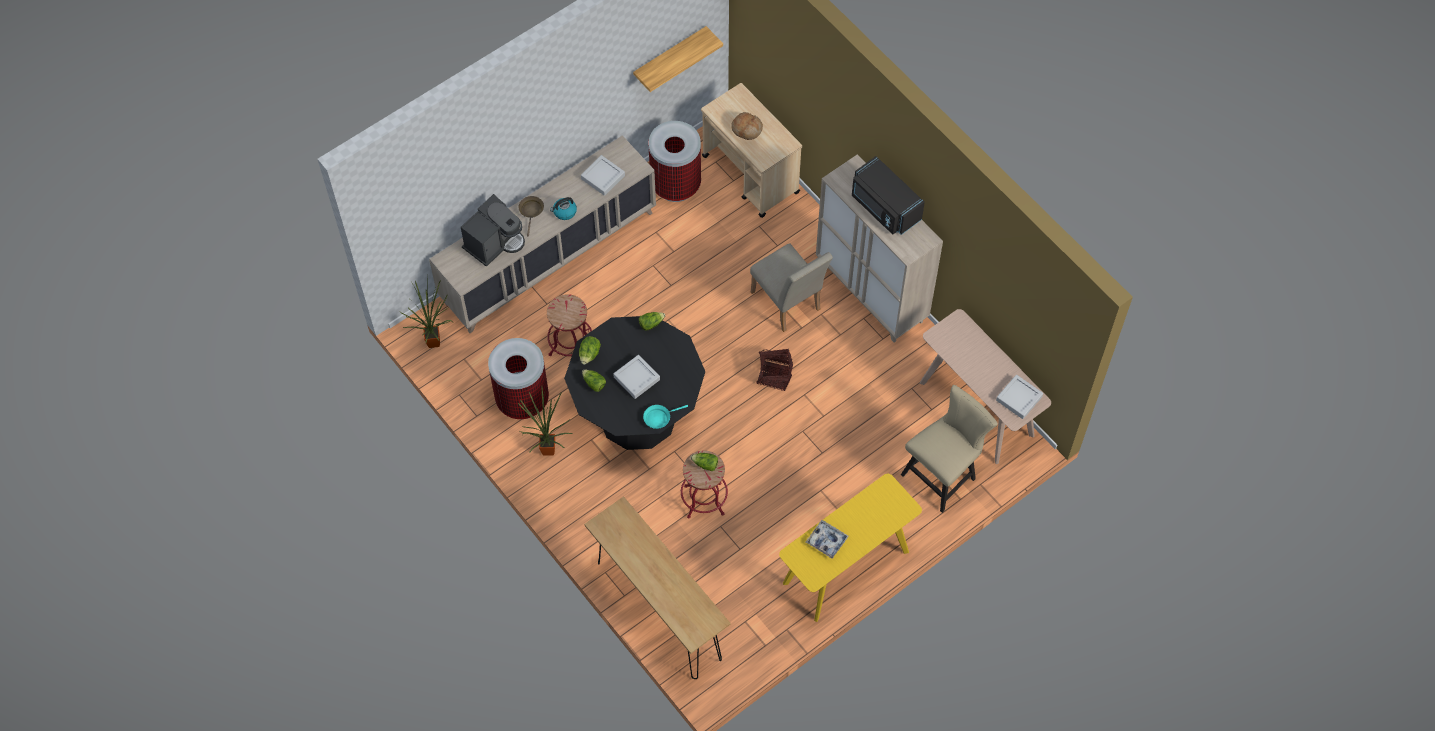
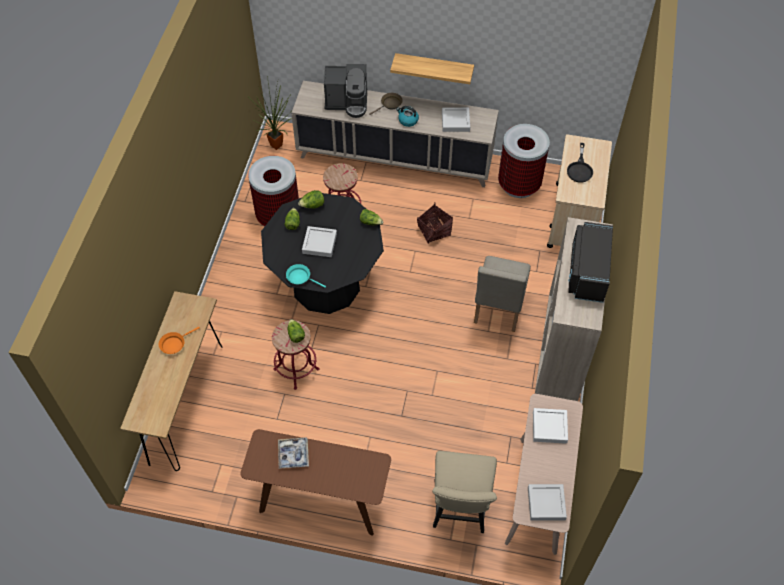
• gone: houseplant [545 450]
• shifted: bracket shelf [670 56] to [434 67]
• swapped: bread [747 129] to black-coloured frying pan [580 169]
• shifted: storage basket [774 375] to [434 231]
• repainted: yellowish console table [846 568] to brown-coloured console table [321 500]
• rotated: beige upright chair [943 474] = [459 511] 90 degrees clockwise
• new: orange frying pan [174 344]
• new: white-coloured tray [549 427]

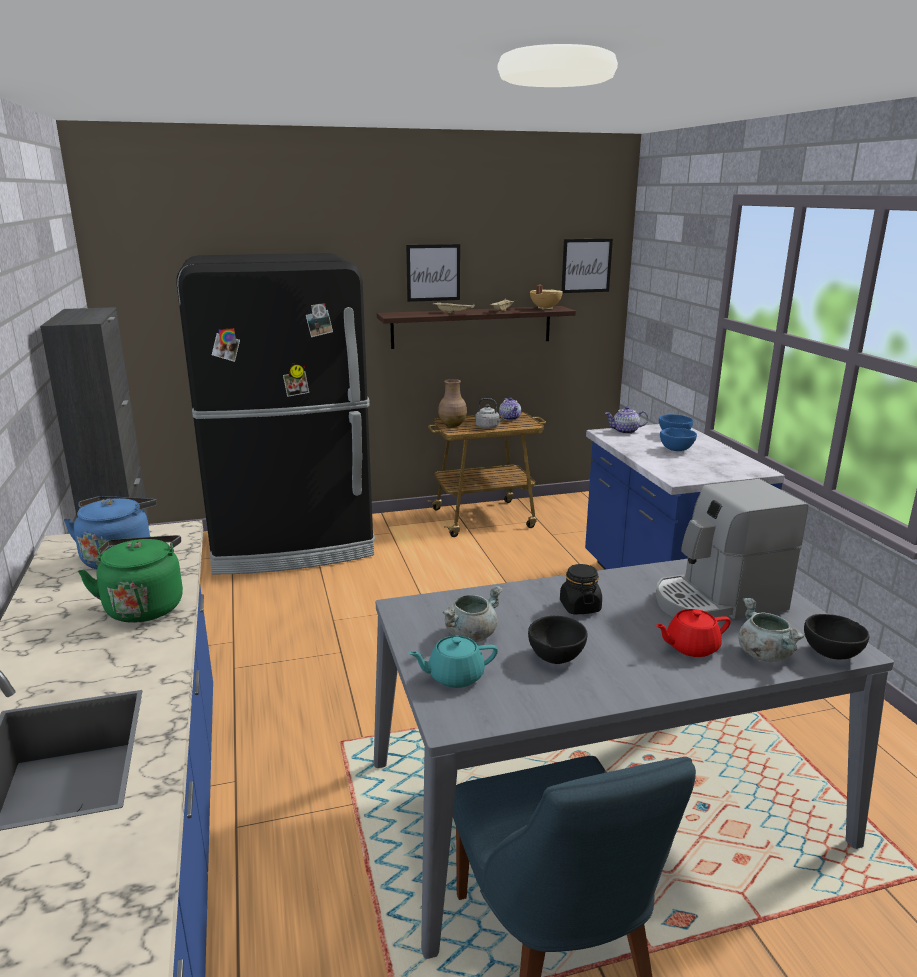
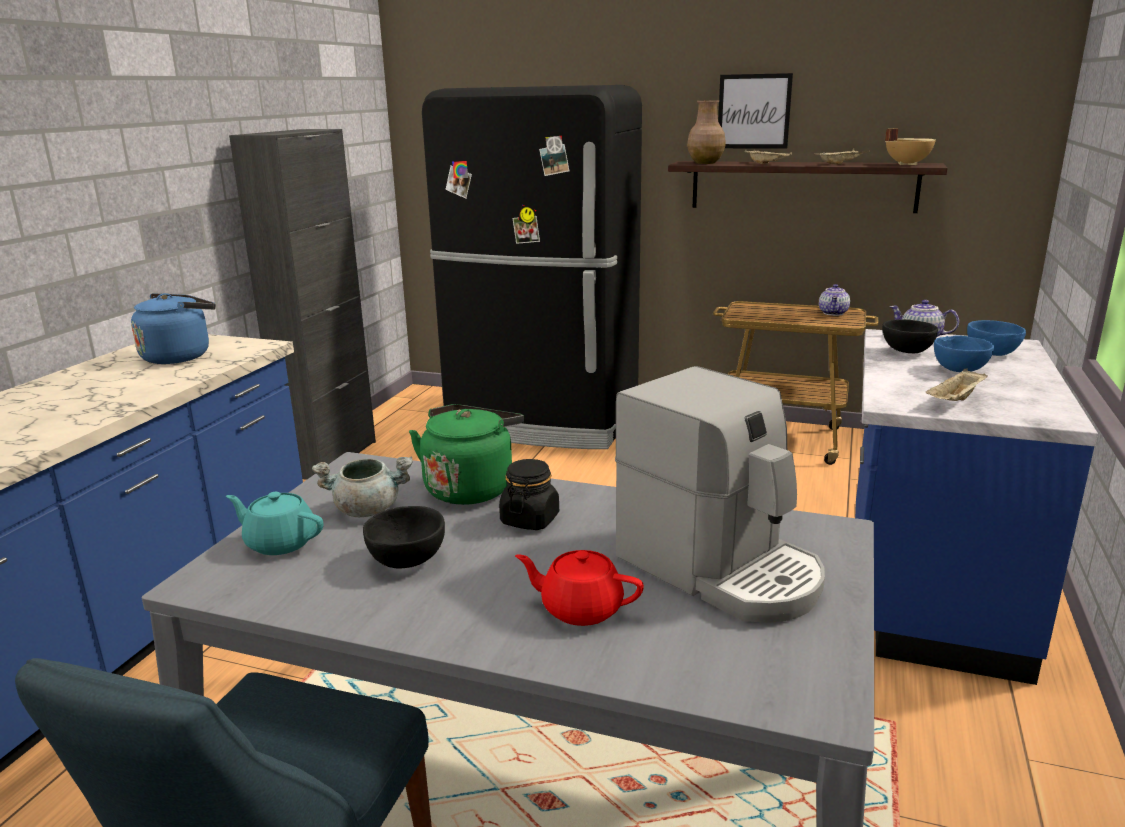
• shifted: green-coloured water kettle [144 606] to [471 487]
• shifted: brown-coloured flower vase [452 424] to [704 163]
• gone: greyish water kettle [488 427]
• gone: wall picture [586 265]
• rotated: coffee maker [718 601] = [721 569] 150 degrees counterclockwise
• gone: greyish stockpot [763 654]
• shifted: black-coloured bowl [832 654] to [907 352]
• new: beige tray [955 401]

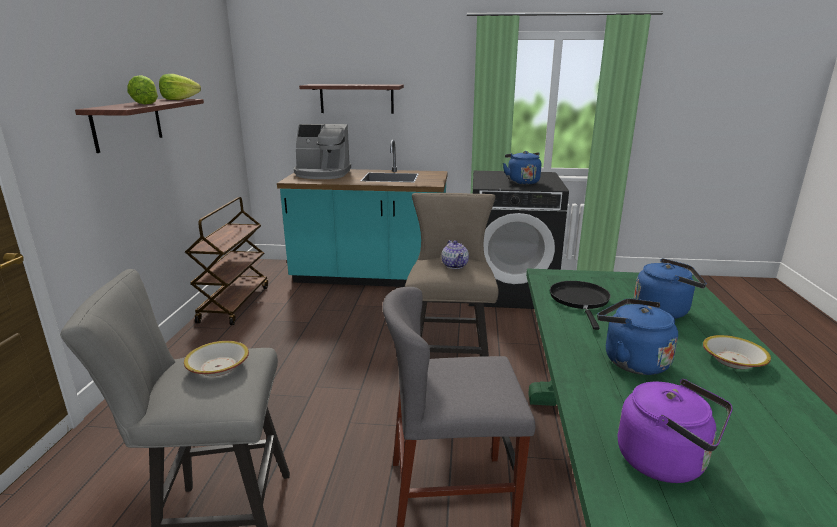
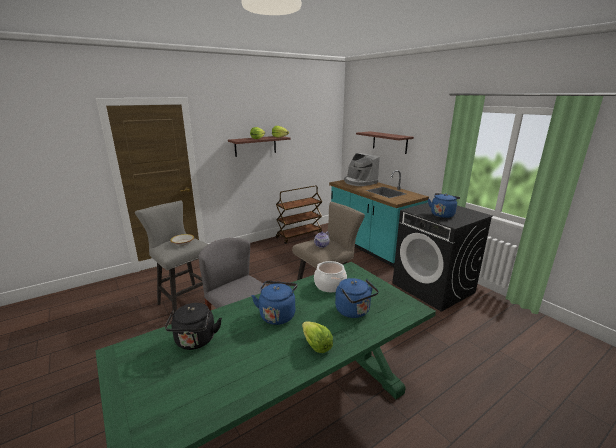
• swapped: black-coloured frying pan [580 301] to stockpot [330 285]
• repainted: purple water kettle [666 462] to black-coloured water kettle [195 341]
• swapped: bowl [734 360] to lettuce head [316 345]

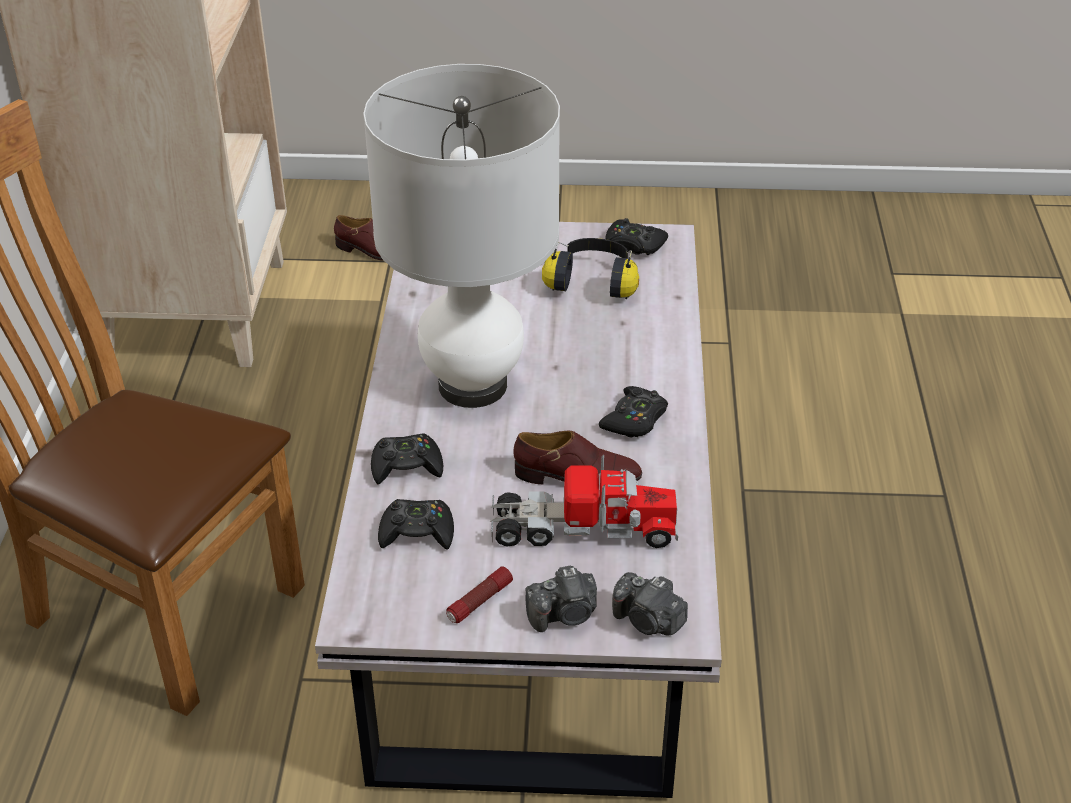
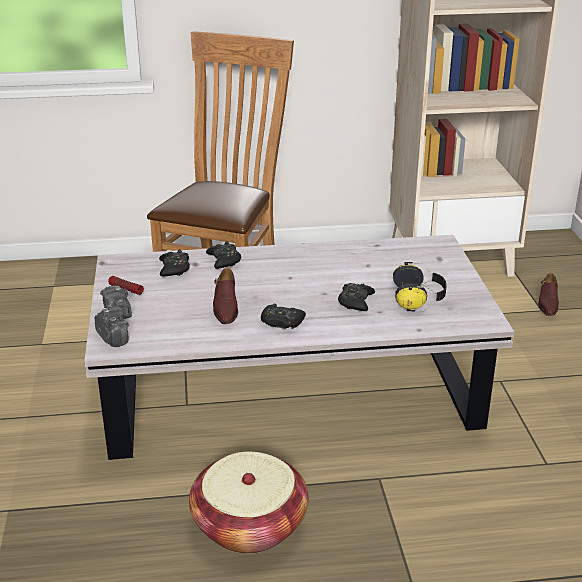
• gone: white-coloured lamp for a table [472 385]
• gone: toy lorry [583 529]
• shifted: black-coloured joypad [634 244] to [355 301]
• rotated: photo camera [648 621] = [112 337] 120 degrees clockwise
• new: storage basket [249 525]

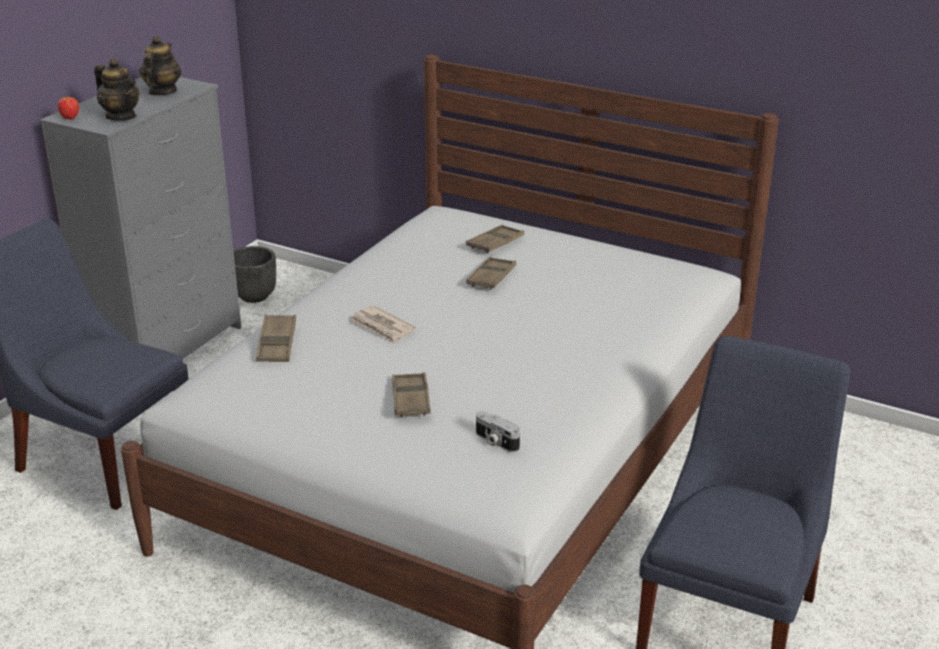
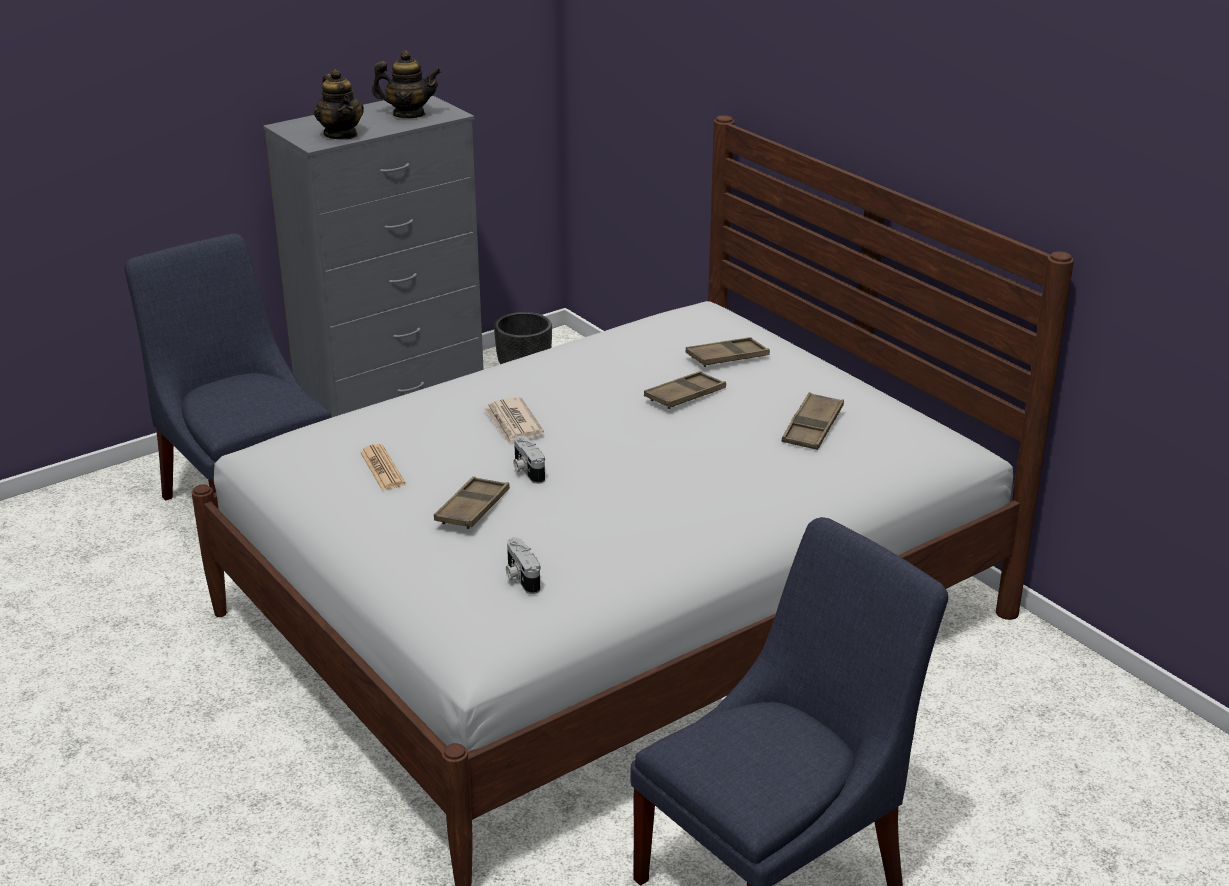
• gone: whole apple [70 118]
• rotated: teapot [162 92] = [409 115] 60 degrees clockwise
• shifted: brown-coloured tray [277 343] to [812 427]
• new: printed paper [382 468]
• new: photo camera [526 470]

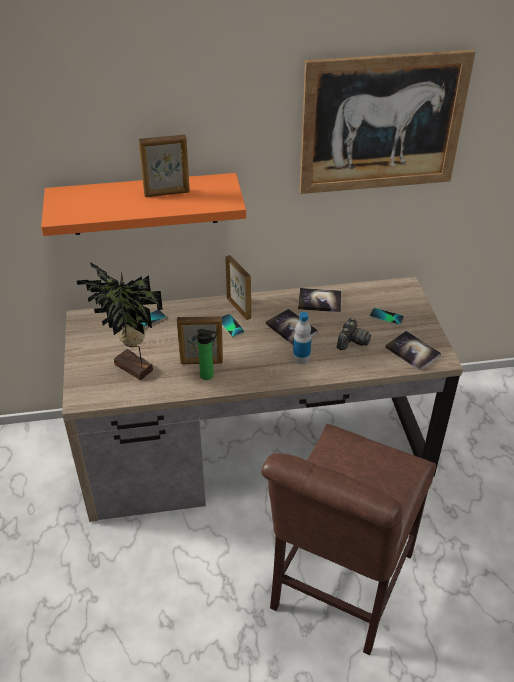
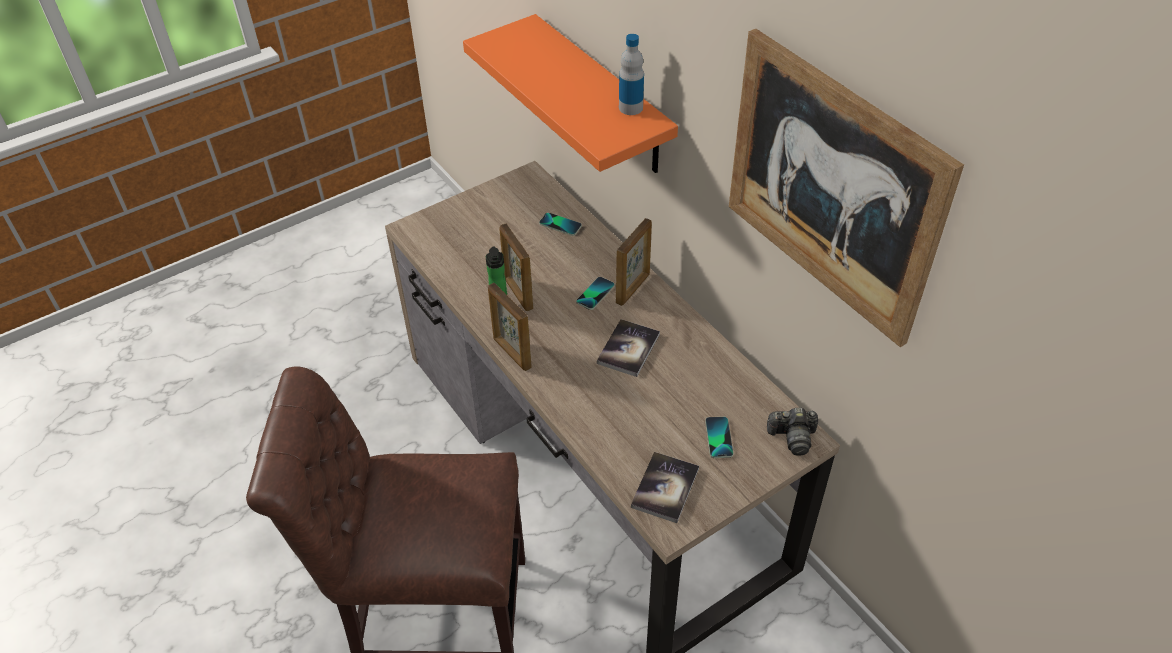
• gone: houseplant [132 369]
• shifted: picture frame [167 194] to [511 353]
• shifted: beverage bottle [301 358] to [630 108]
• gone: book [319 301]
• shifted: photo camera [351 341] to [792 437]

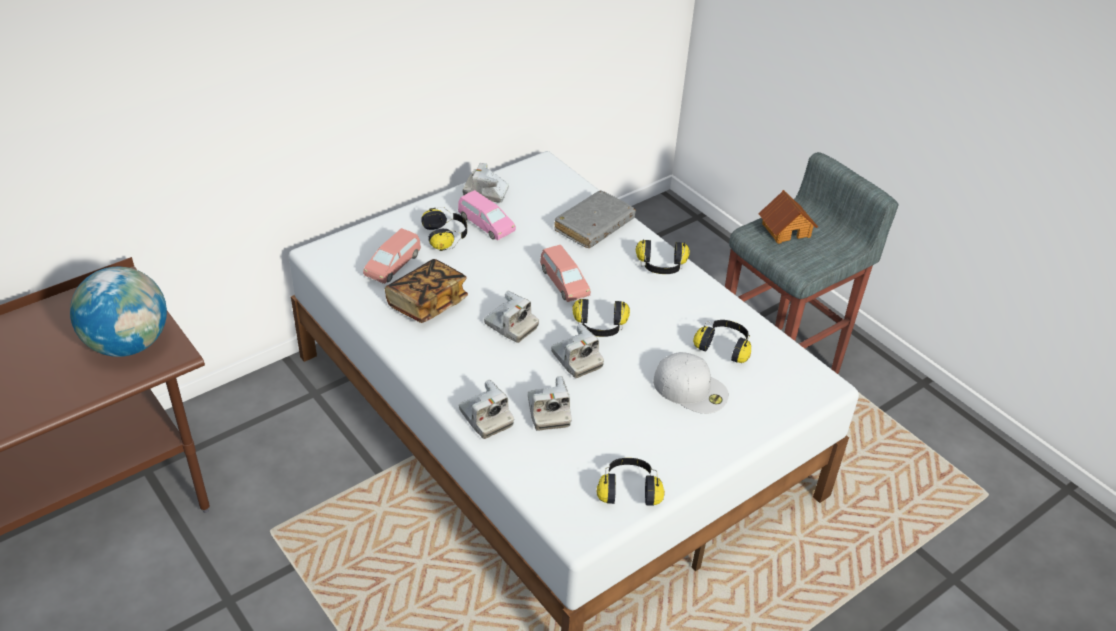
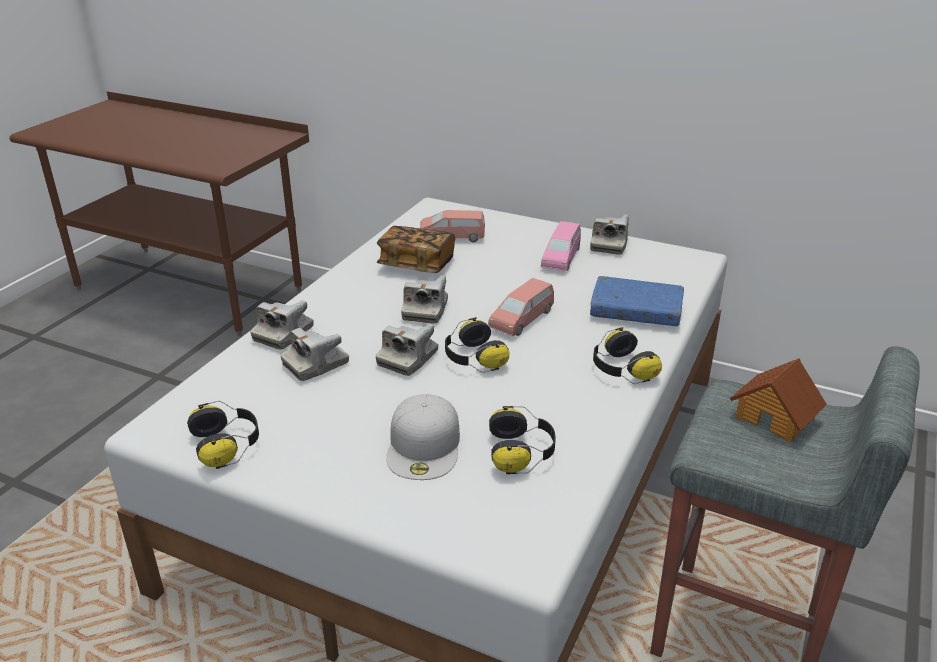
• gone: world globe [129 344]
• gone: headphones [446 236]
• rotated: photo camera [486 192] = [609 244] 150 degrees counterclockwise
• repainted: greyish book [594 226] to blue book [636 311]

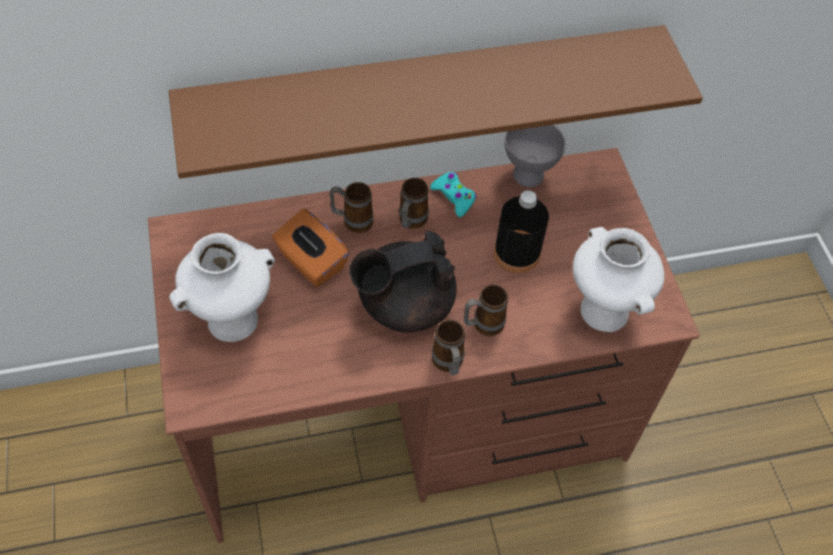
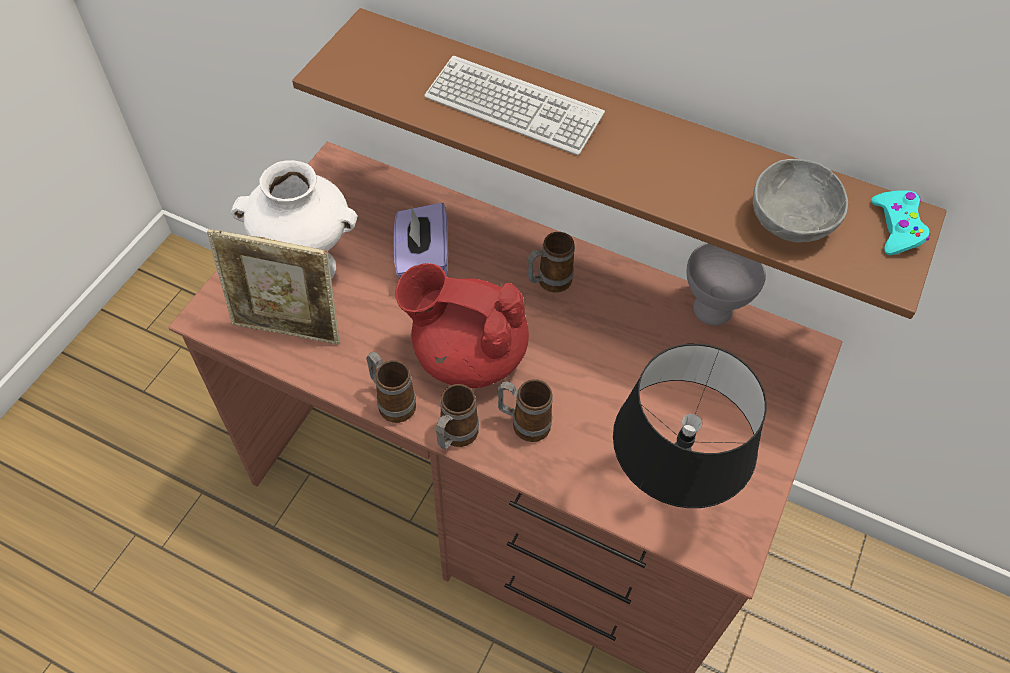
• repainted: orange tissue box [311 262] to purple tissue box [422 261]
• shifted: coffee mug [352 221] to [392 401]
• repainted: black-coloured teapot [404 305] to reddish teapot [467 353]
• shifted: blue-green joypad [454 197] to [897 227]
• gone: black-coloured beverage bottle [517 253]
• swapped: white-coloured flower vase [602 310] to black-coloured lamp for a table [663 494]
• new: picture frame [288 329]
• new: keyboard [513 108]
• new: greyish bowl [792 221]

